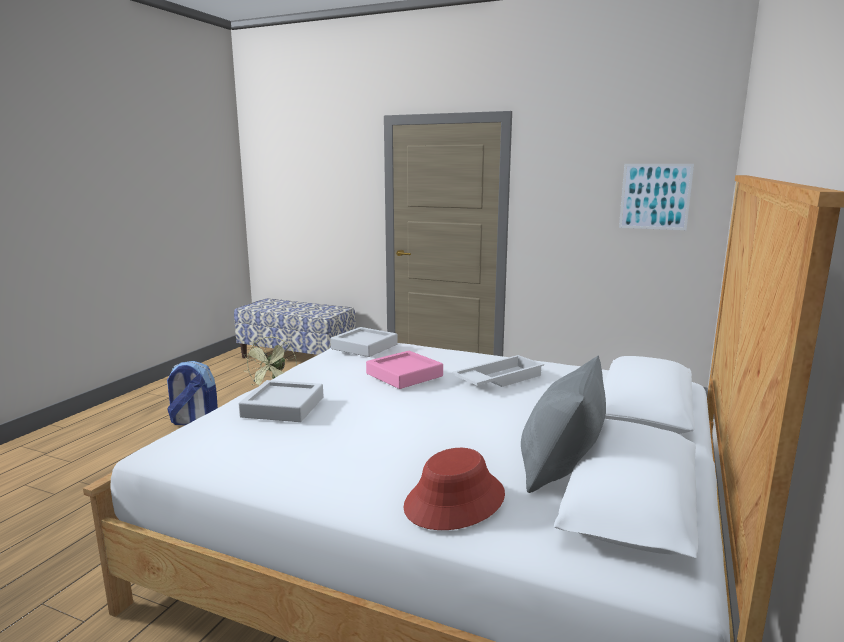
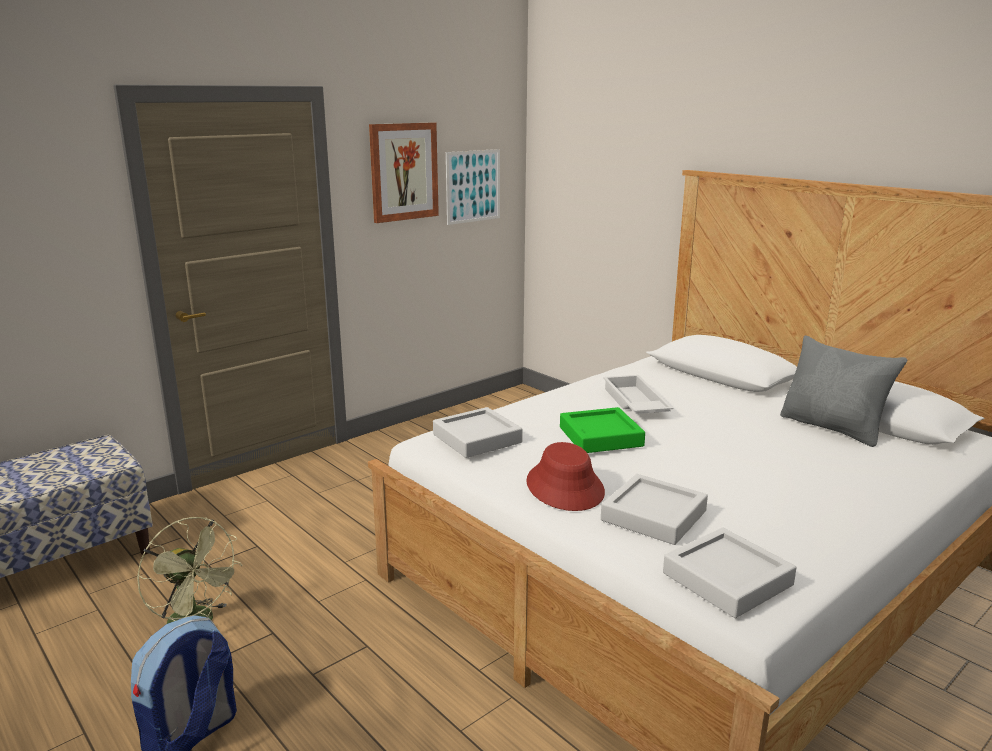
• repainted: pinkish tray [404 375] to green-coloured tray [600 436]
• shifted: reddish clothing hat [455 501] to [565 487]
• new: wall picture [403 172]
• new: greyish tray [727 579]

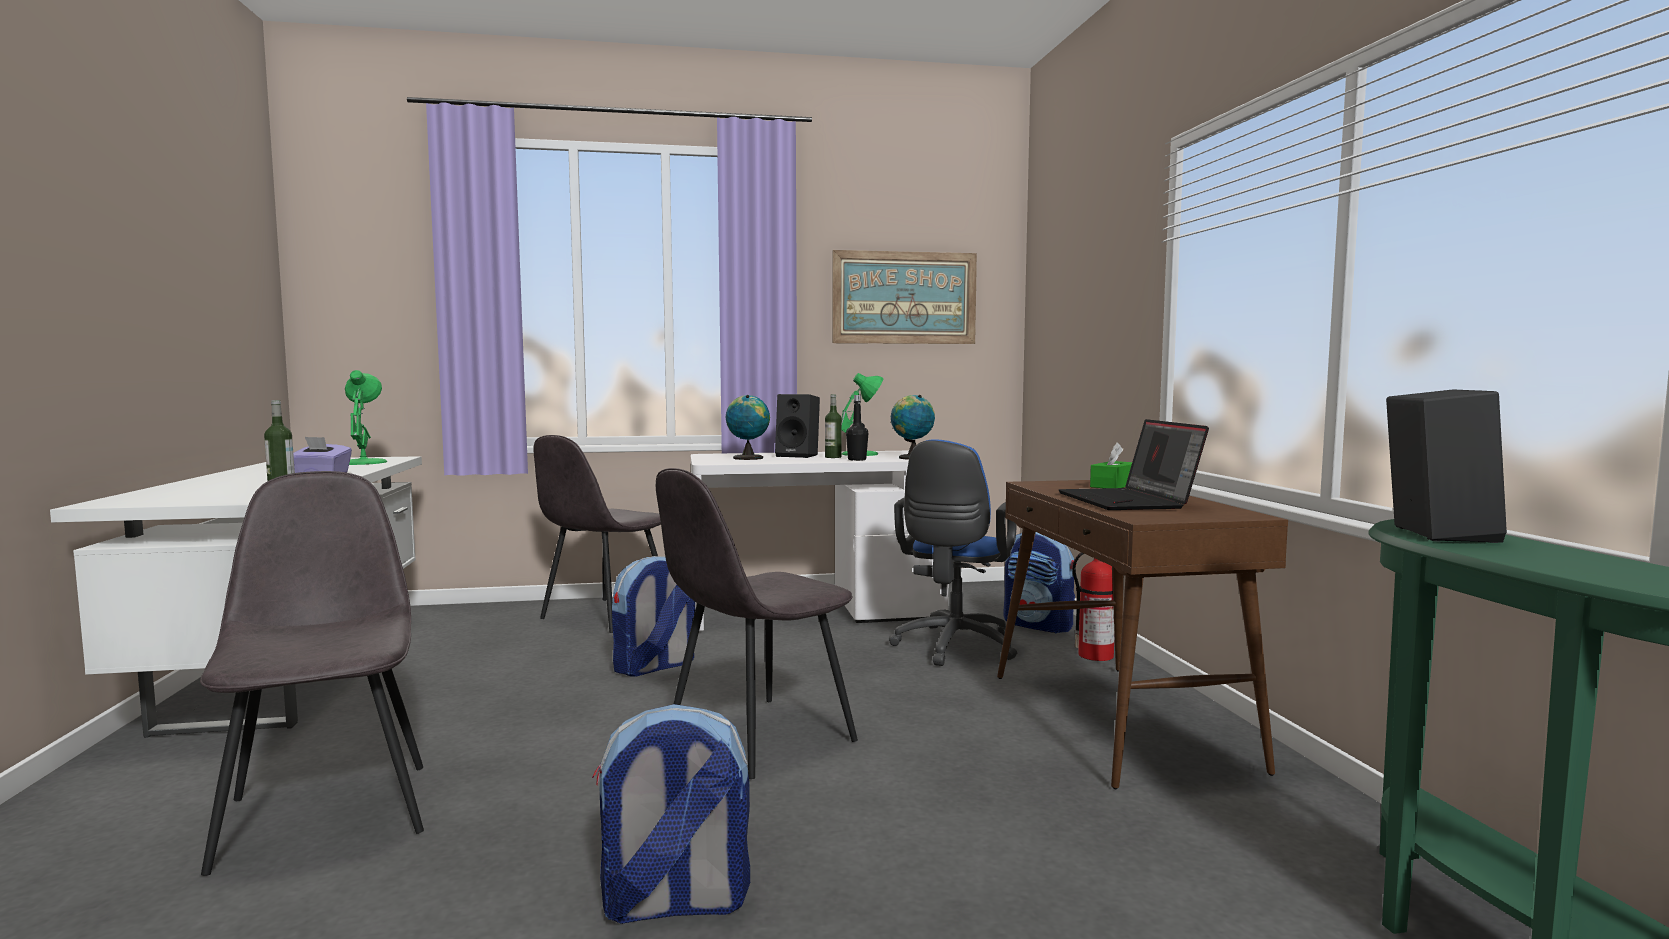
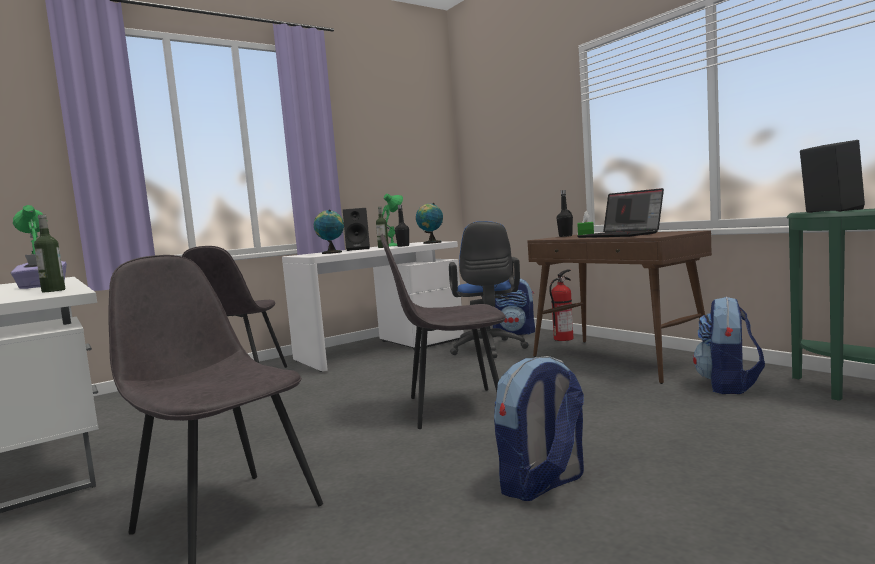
• shifted: rucksack [654 667] to [728 386]
• rotated: greyish upright chair [756 737] = [452 408] 60 degrees clockwise
• gone: wall picture [904 298]
• new: black-coloured beverage bottle [565 236]

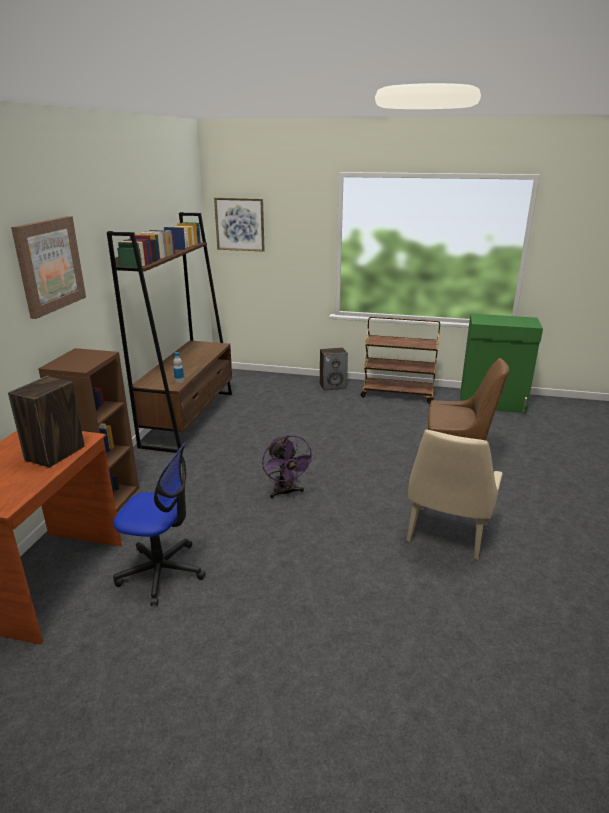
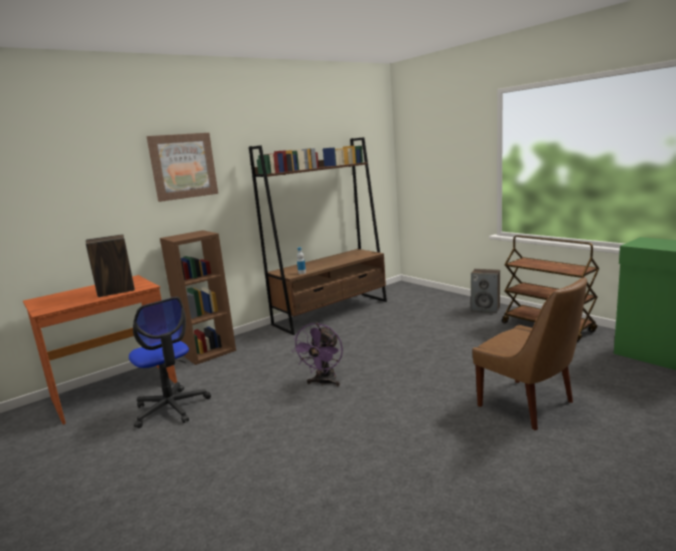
• gone: wall picture [240 224]
• gone: beige upright chair [446 534]

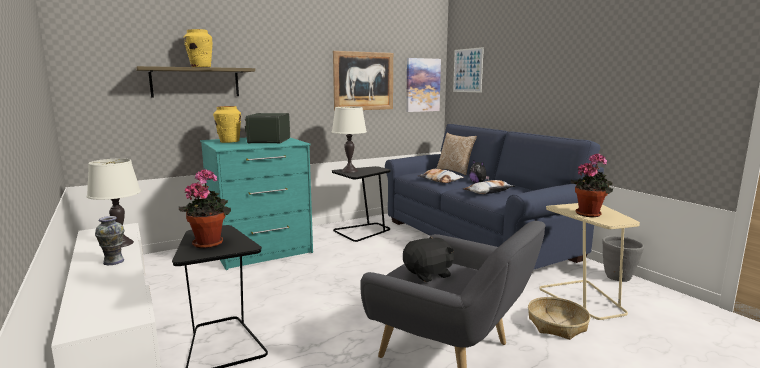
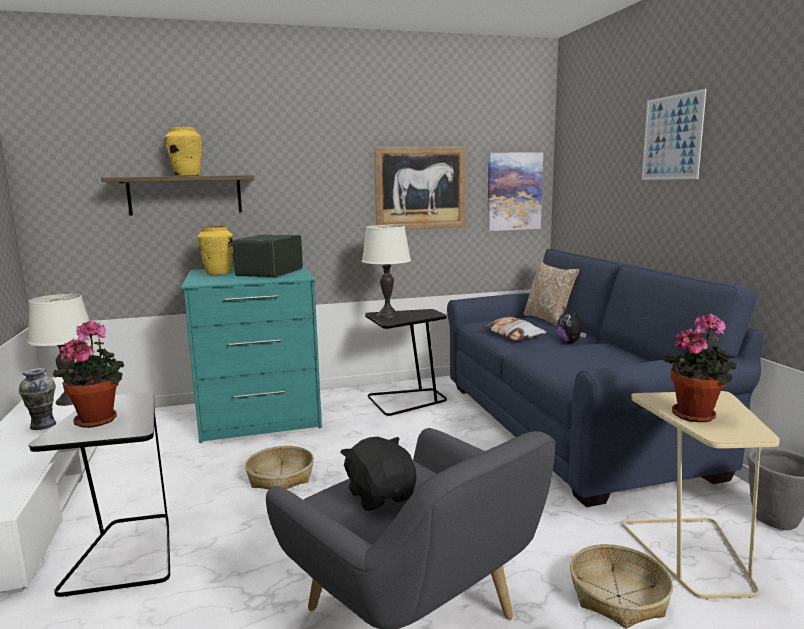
• rotated: black-coloured cuddly toy [428 274] = [381 495] 105 degrees counterclockwise
• shifted: wall picture [467 70] to [672 137]
• gone: pillow [488 192]
• new: storage basket [281 477]

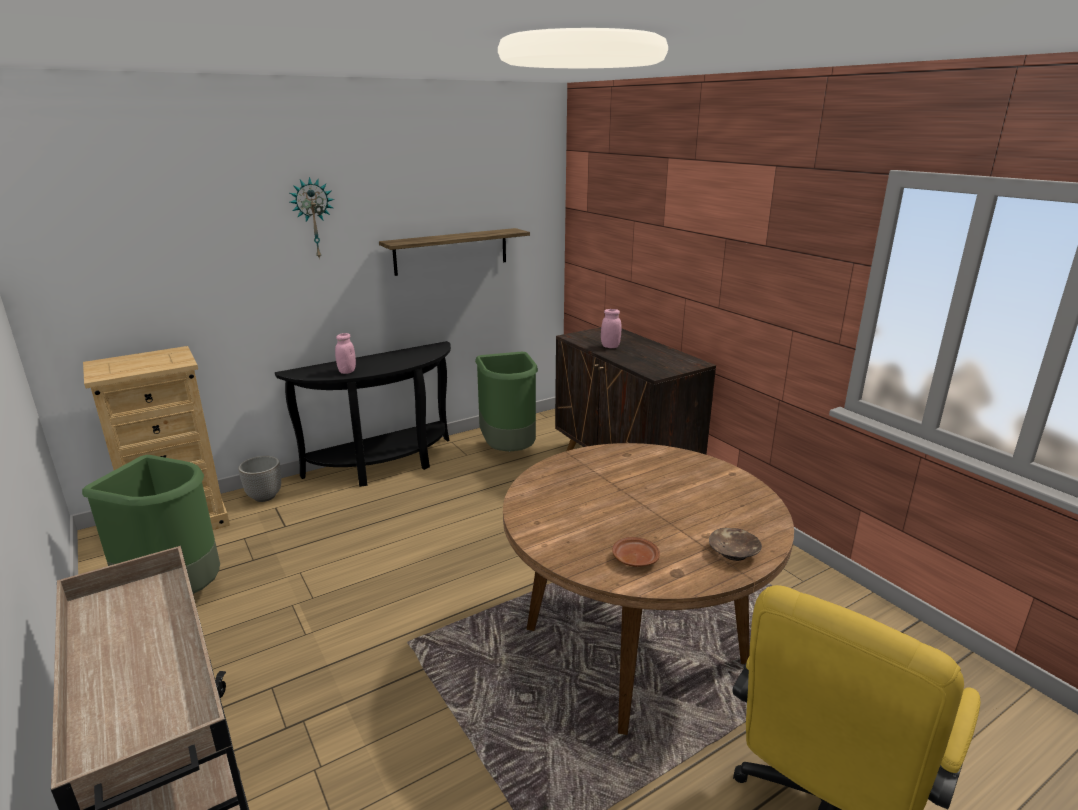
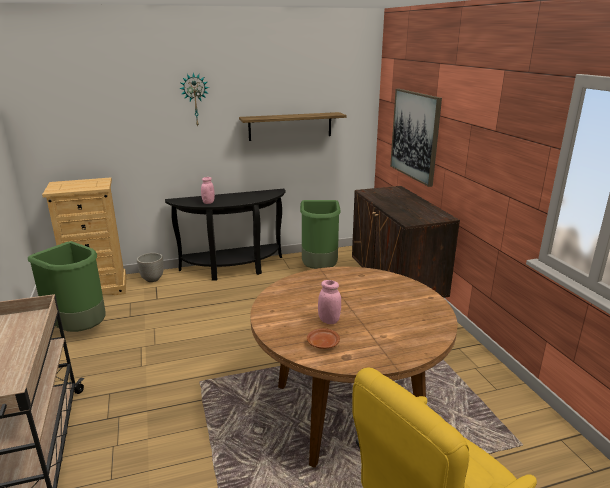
• shifted: pinkish jar [610 346] to [329 320]
• gone: brown-coloured bowl [734 552]
• new: wall picture [415 135]

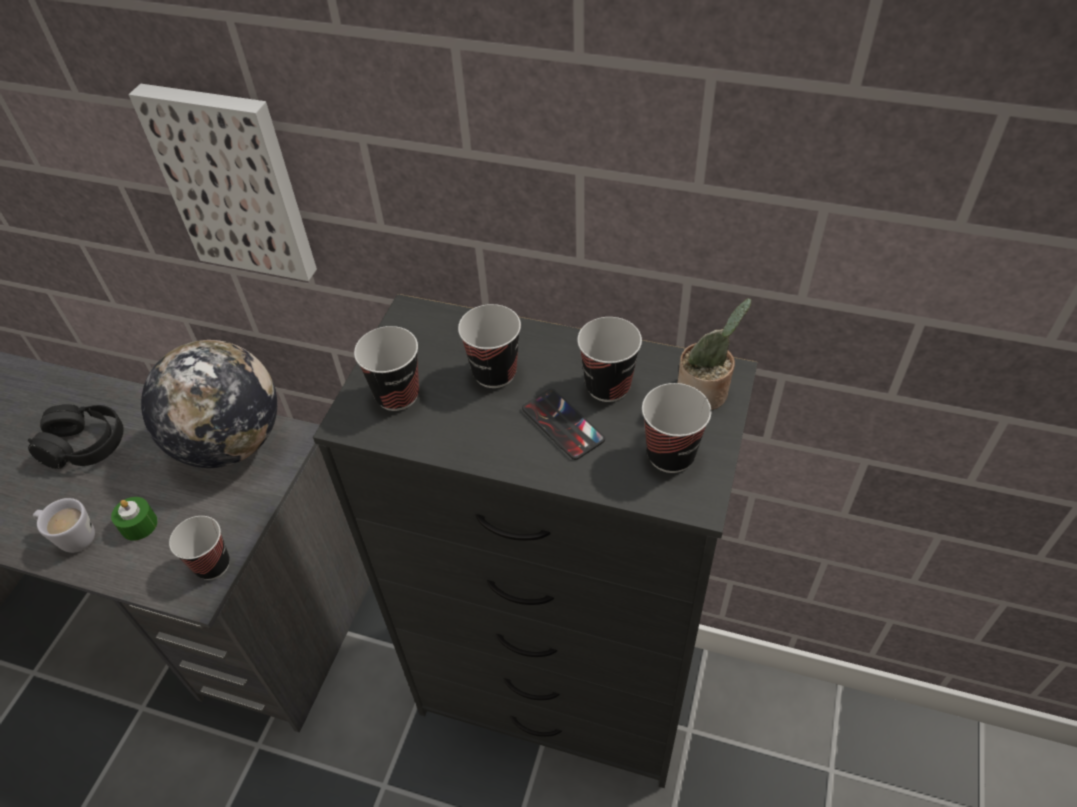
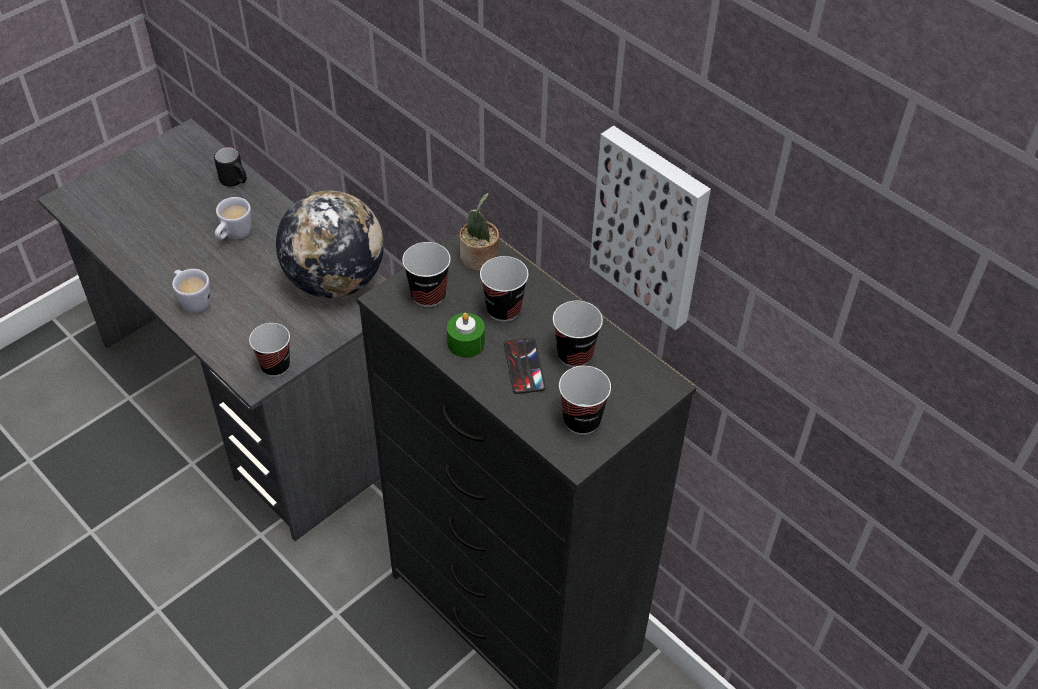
• swapped: black-coloured headphones [85 445] to white-coloured coffee mug [234 236]
• shifted: green-coloured candle [139 525] to [466 343]
• shifted: wall picture [235 182] to [652 226]
• shifted: houseplant [705 393] to [480 259]
• new: black-coloured coffee mug [235 181]

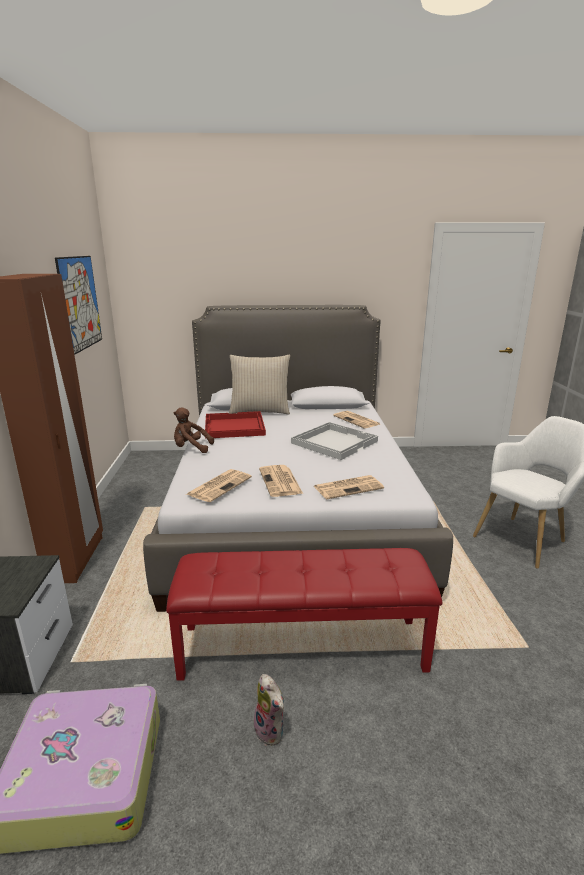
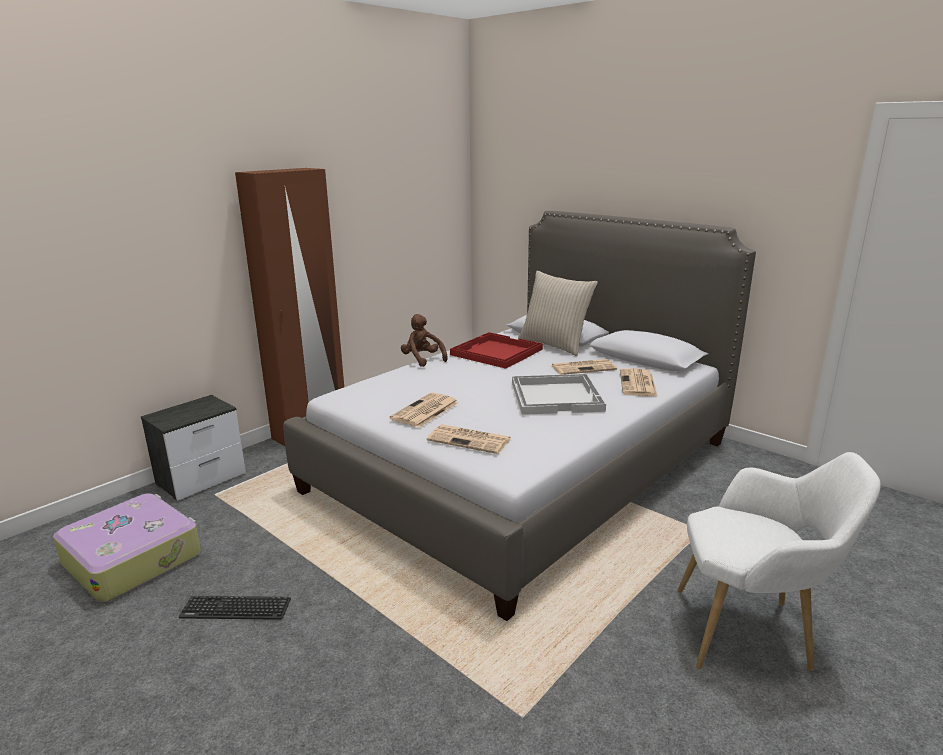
• gone: wall picture [80 303]
• gone: reddish indoor bench [302 646]
• shifted: printed paper [220 485] to [584 367]
• swapped: cuddly toy [271 730] to keyboard [235 608]

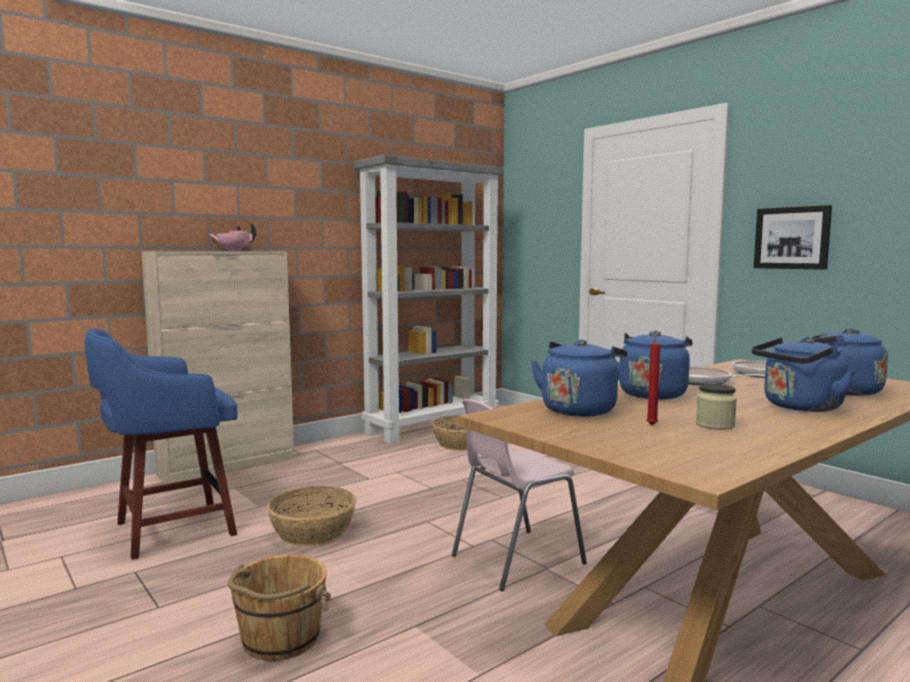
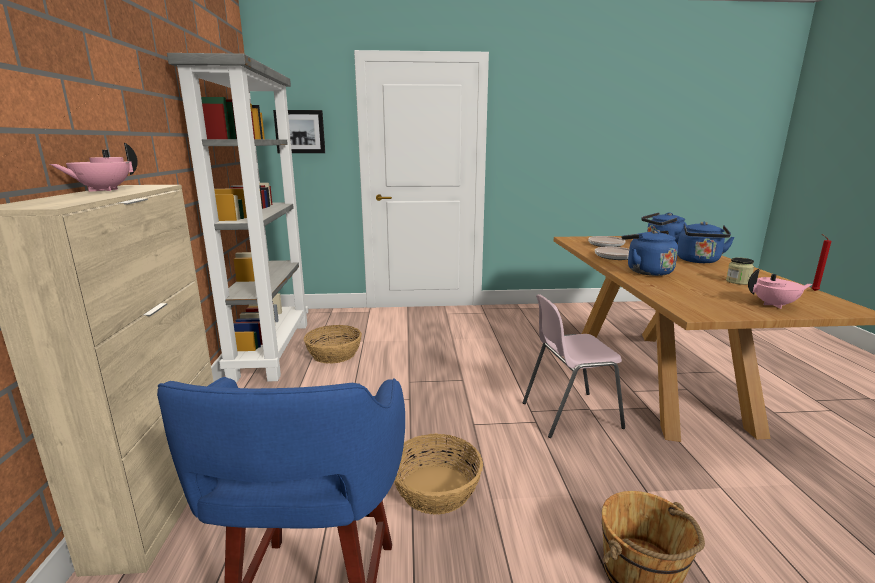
• rotated: pinkish upright chair [515 559] = [569 414] 75 degrees clockwise
• gone: blue water kettle [579 409]
• shifted: reddish candle [652 425] to [813 290]
• shifted: wall picture [792 238] to [300 132]
• new: pinkish teapot [774 305]

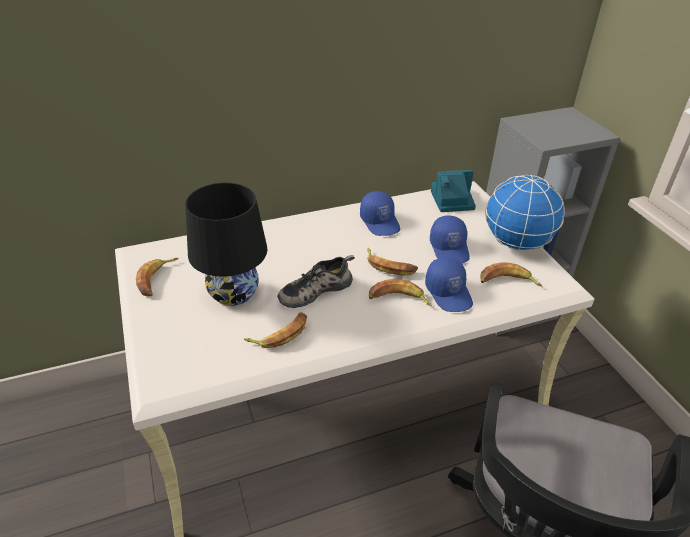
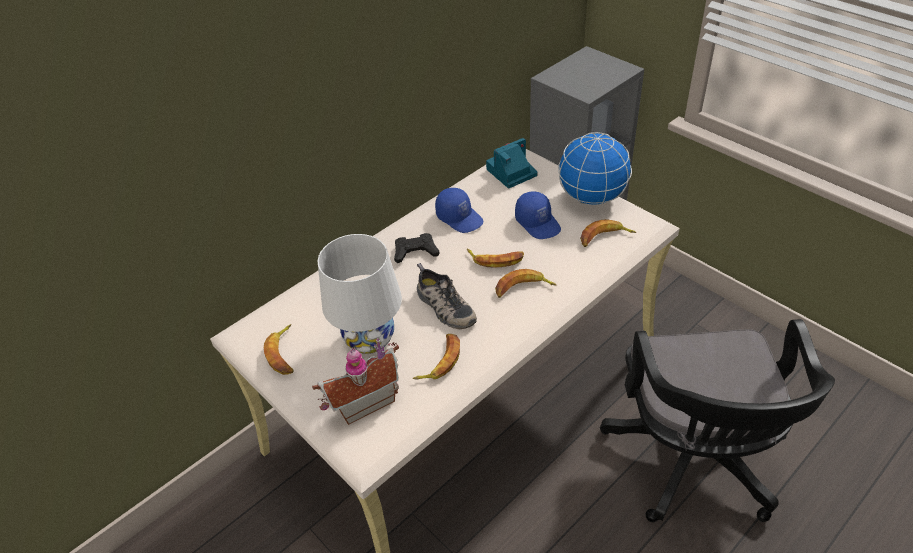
• repainted: black-coloured lamp for a table [233 293] to white-coloured lamp for a table [369 339]
• rotated: low shoe [315 289] = [443 307] 75 degrees counterclockwise
• gone: blue baseball cap [449 293]
• new: model house [363 402]
• new: black-coloured joypad [415 251]

